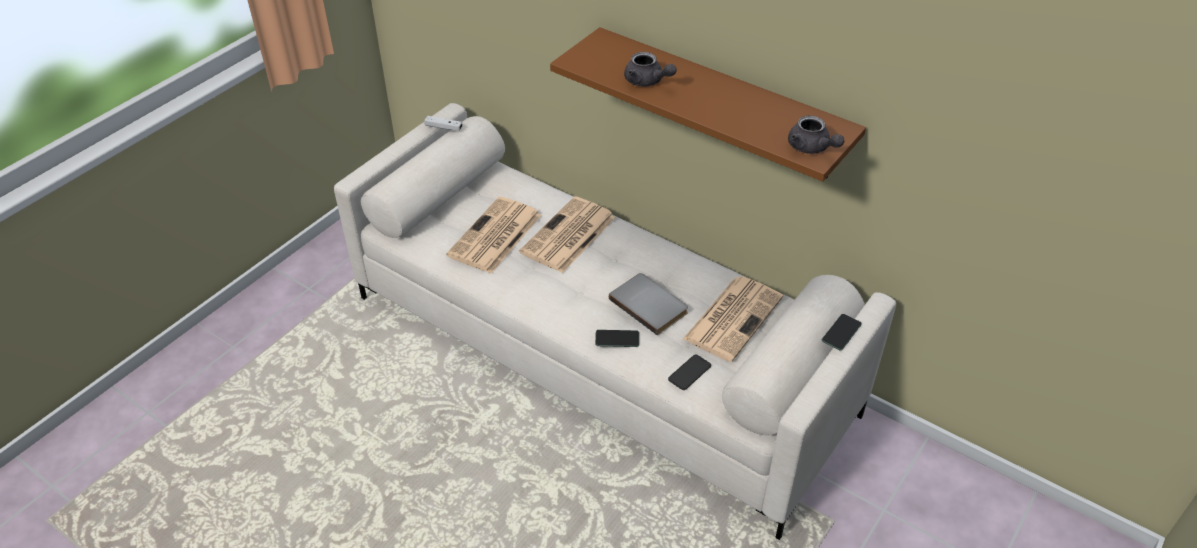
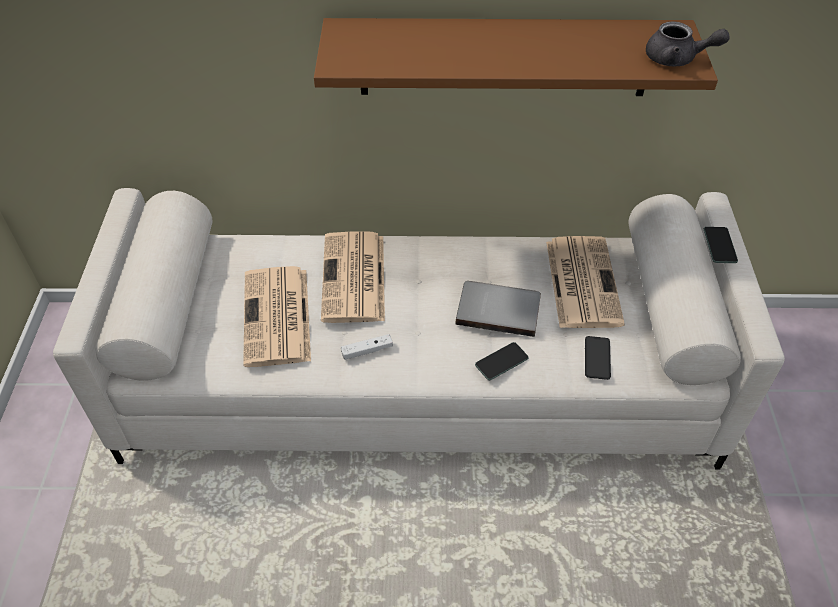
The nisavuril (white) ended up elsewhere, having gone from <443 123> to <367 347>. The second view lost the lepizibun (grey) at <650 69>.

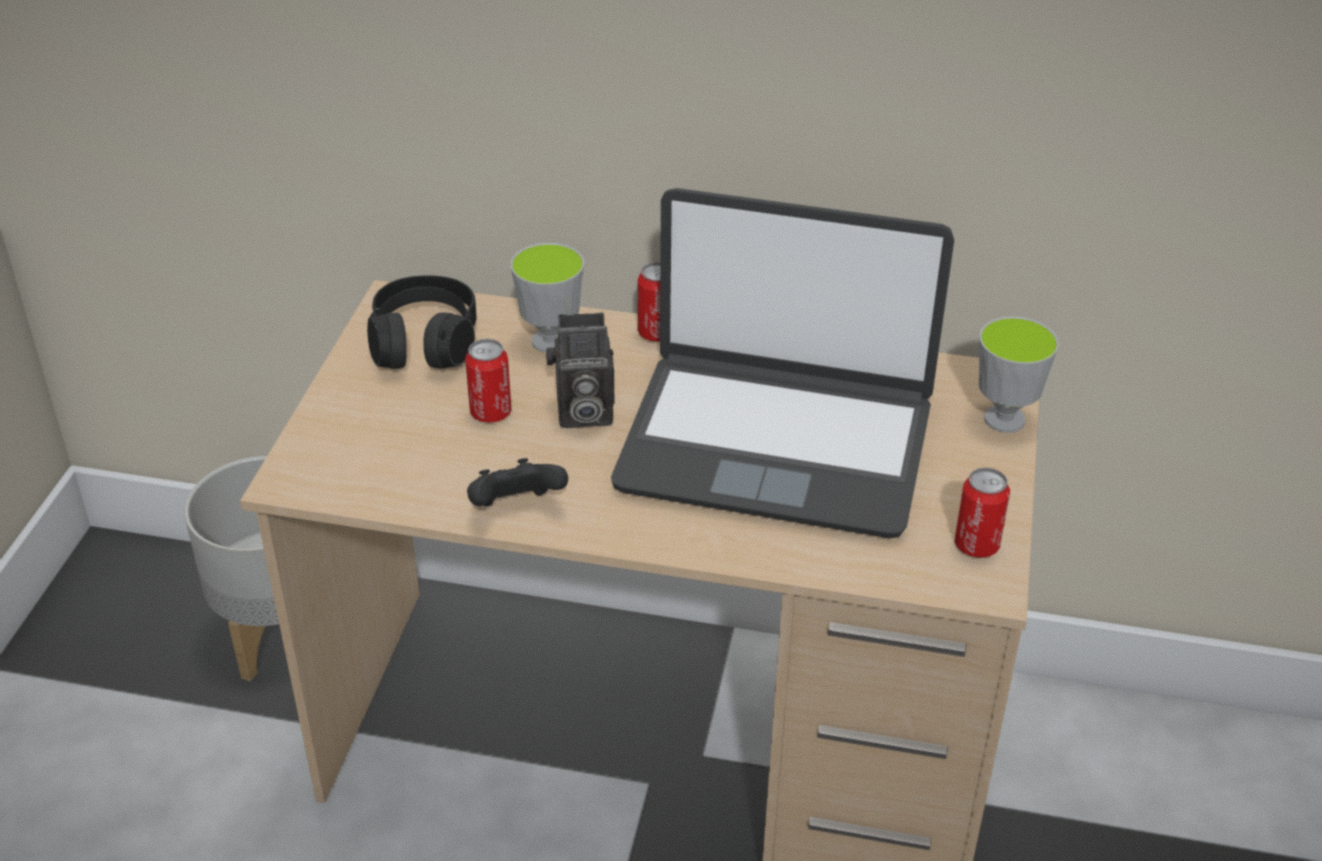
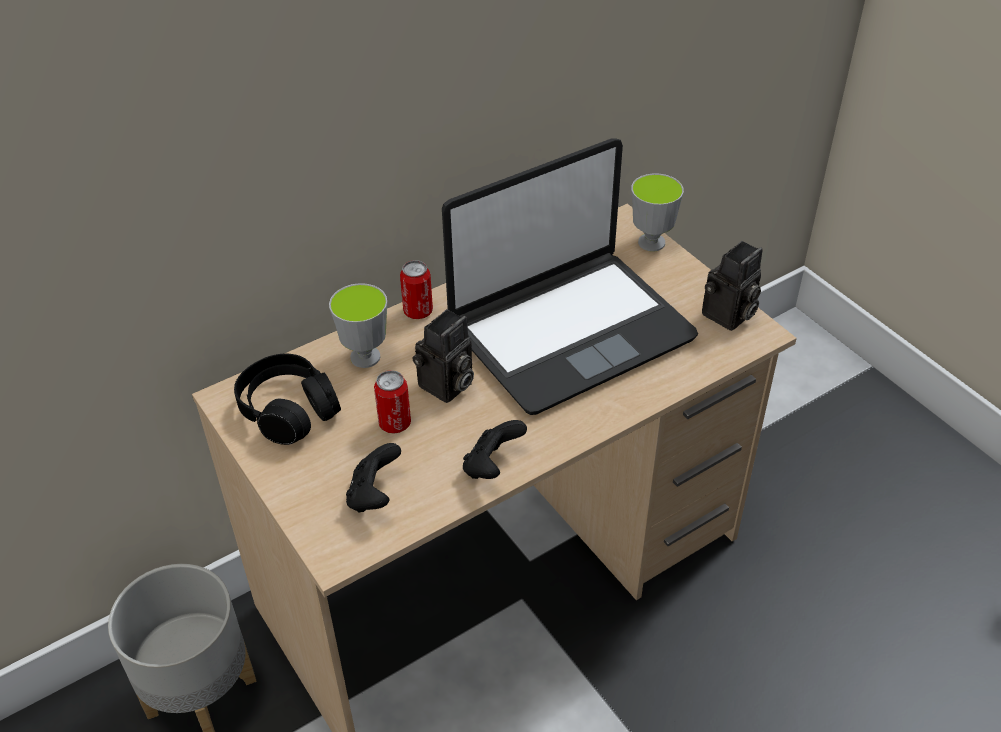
Where the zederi stood at <982 512>, the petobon came to stand at <732 286>. The second view gained the nisavuril (black) at <373 478>.

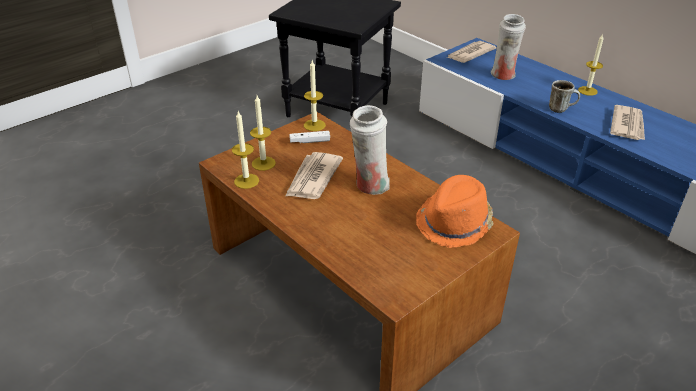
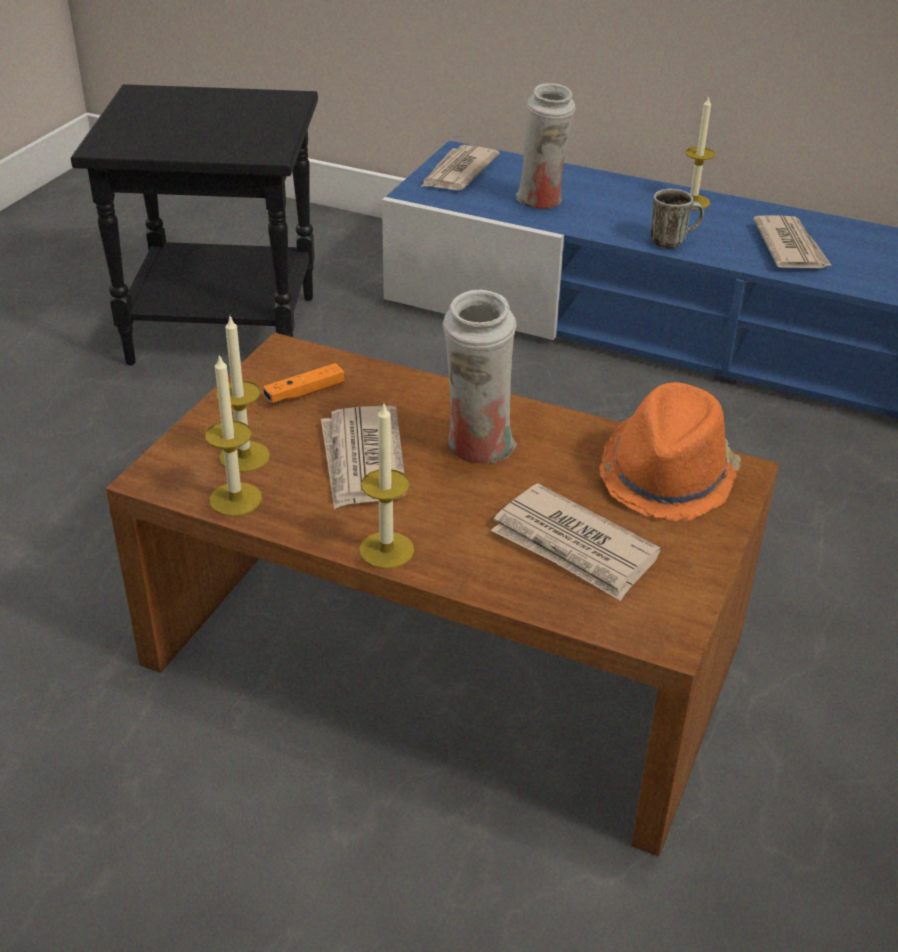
What was the nisavuril (white) at <309 137> turned into the nisavuril (orange) at <303 383>. The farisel ended up elsewhere, having gone from <315 95> to <386 486>. The second view gained the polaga at <576 542>.

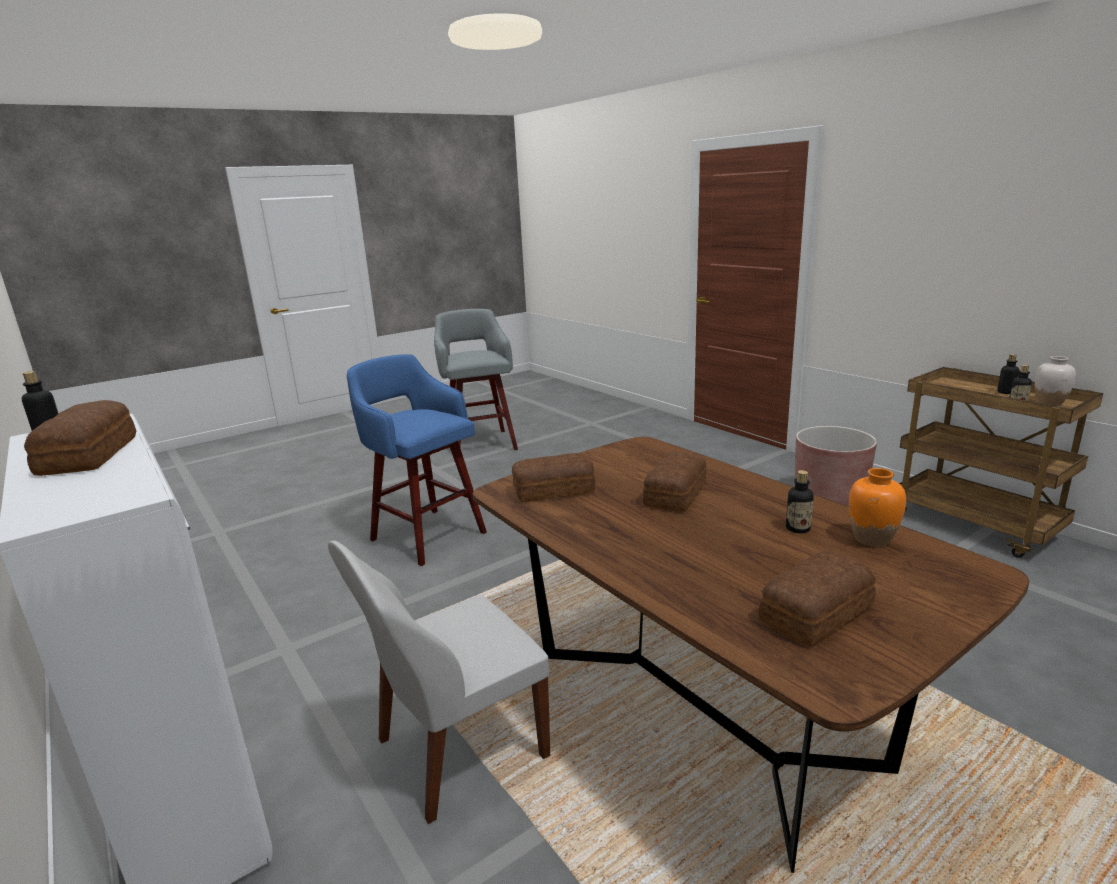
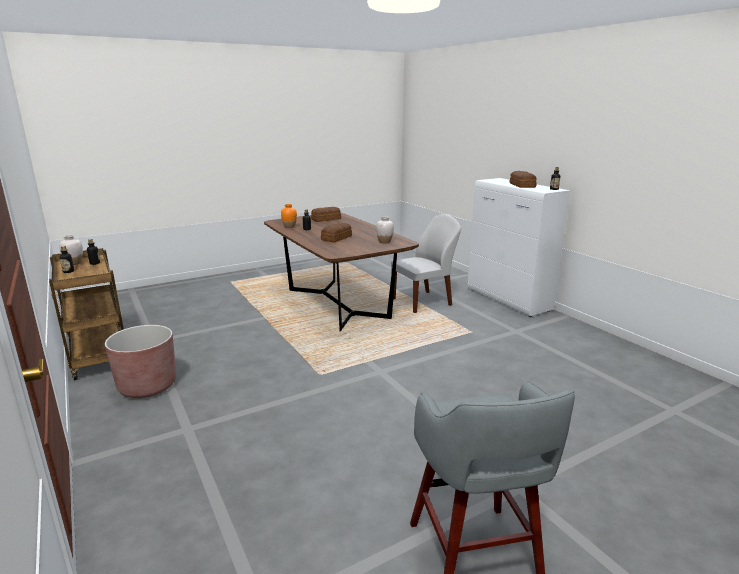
The second view lost the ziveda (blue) at <417 460>. Where the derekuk stood at <554 477>, the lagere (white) came to stand at <385 229>.

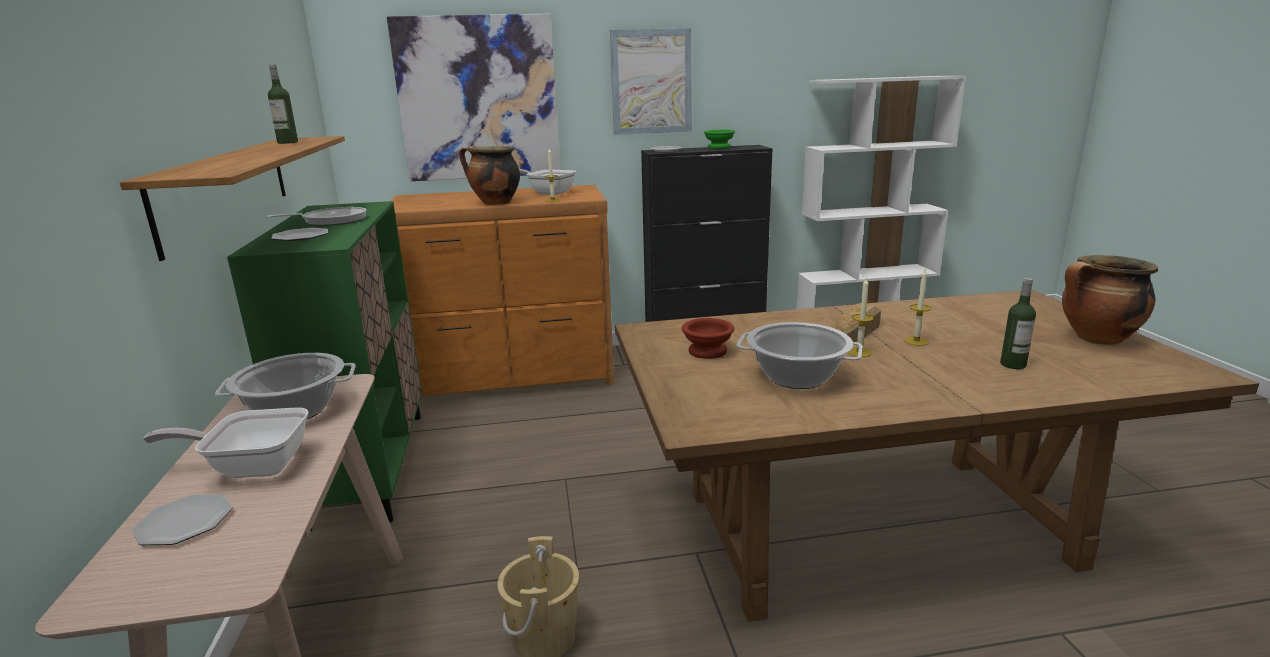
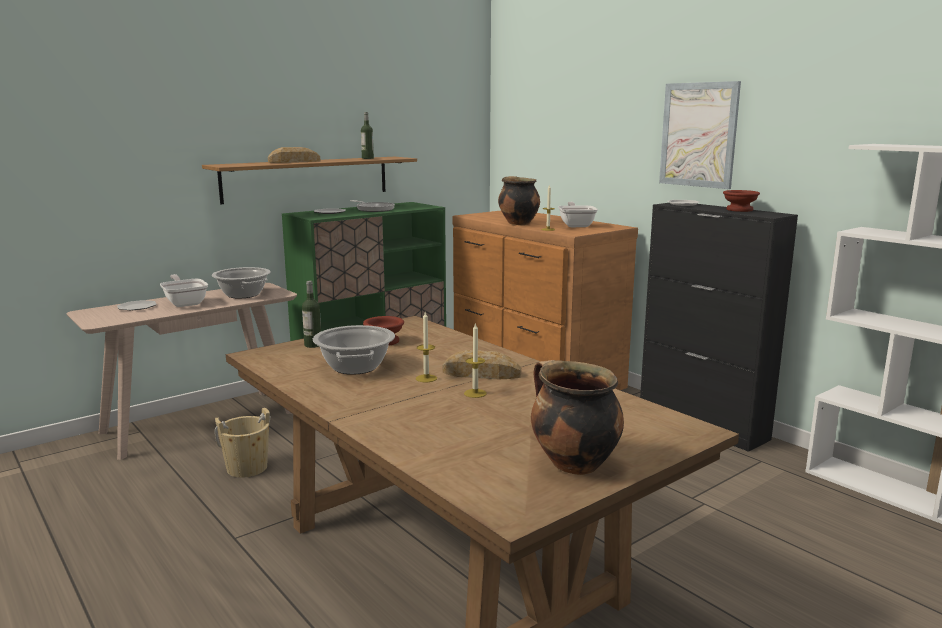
The second view lost the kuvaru at <474 97>. What was the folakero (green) at <719 139> turned into the folakero (brown) at <741 201>. The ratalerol ended up elsewhere, having gone from <1018 323> to <311 314>. The second view gained the derekuk at <294 155>.

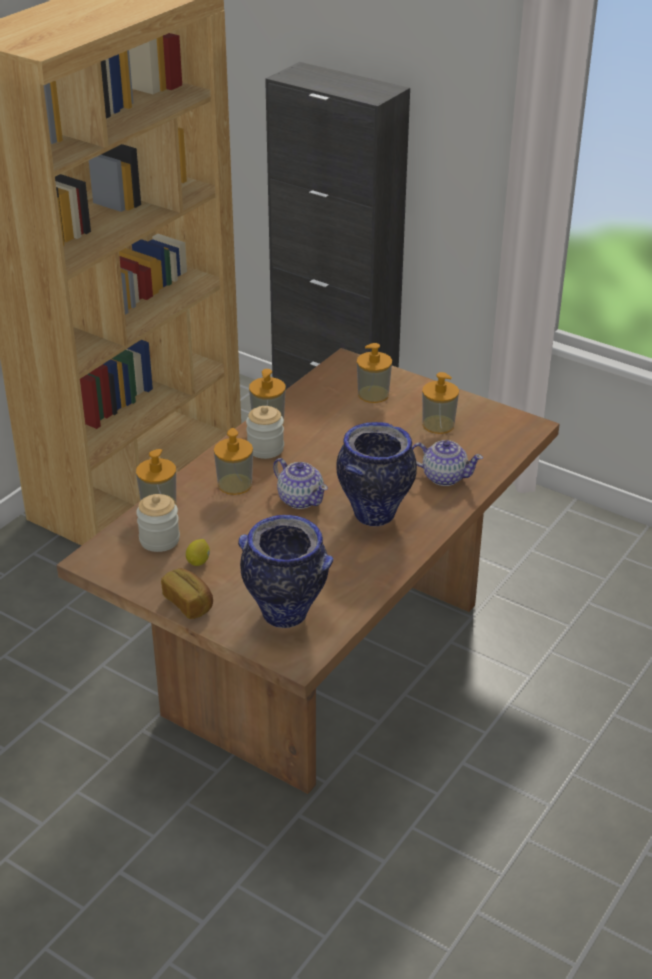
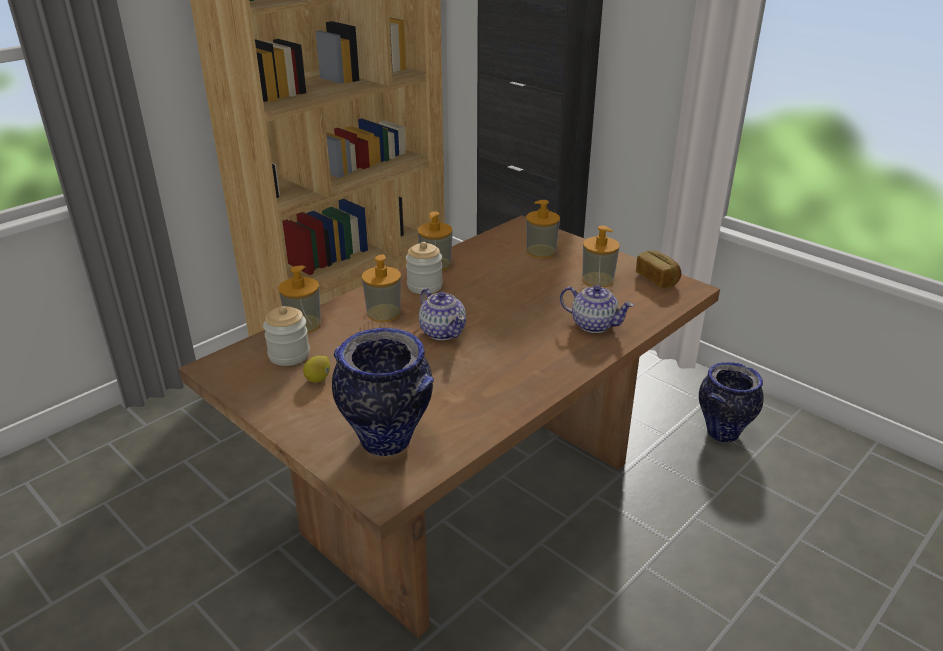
The derekuk ended up elsewhere, having gone from <187 593> to <658 269>. The lagere ended up elsewhere, having gone from <376 474> to <731 402>.

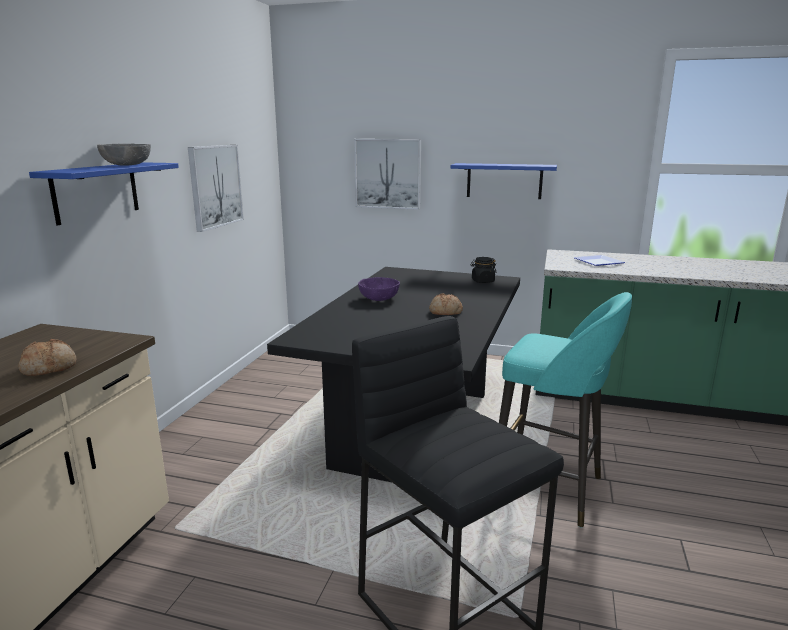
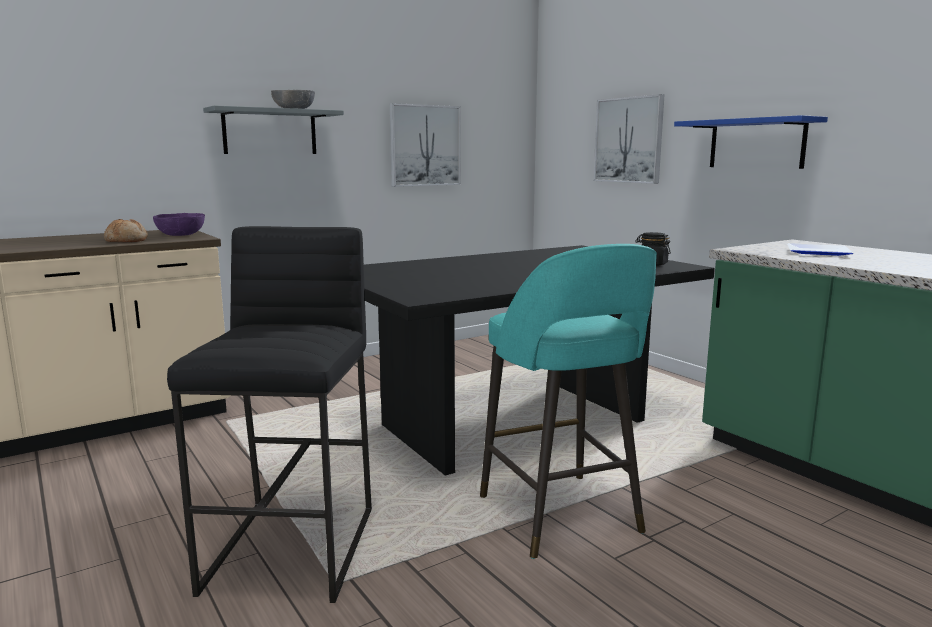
What was the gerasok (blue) at <104 194> turned into the gerasok (grey) at <273 129>. The folakero (purple) ended up elsewhere, having gone from <379 289> to <179 224>. The second view lost the derekuk at <446 304>.

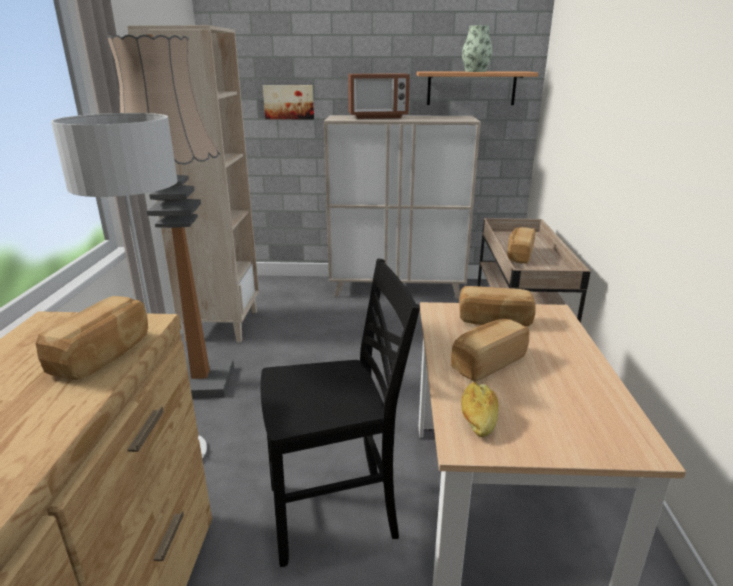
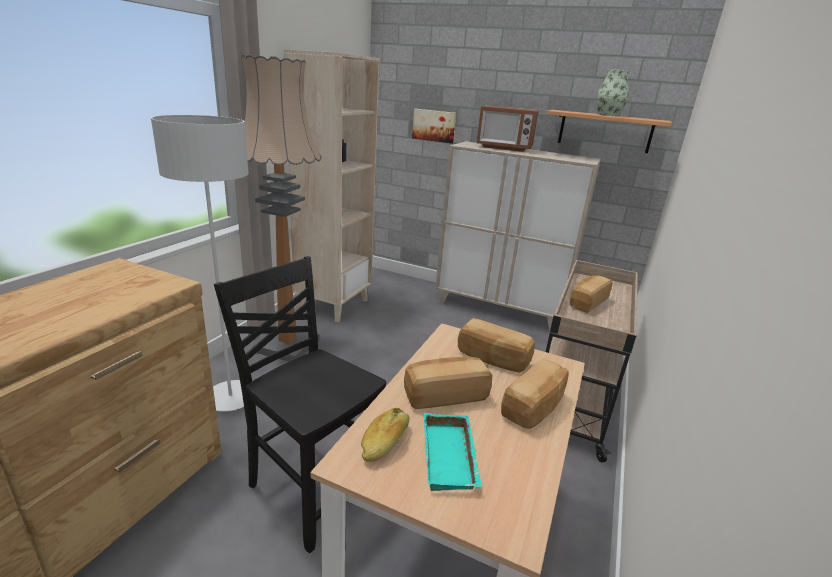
The derekuk ended up elsewhere, having gone from <92 338> to <535 393>. The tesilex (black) at <340 413> ended up facing another way, 150 degrees counterclockwise from before. The second view gained the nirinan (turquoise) at <453 452>.

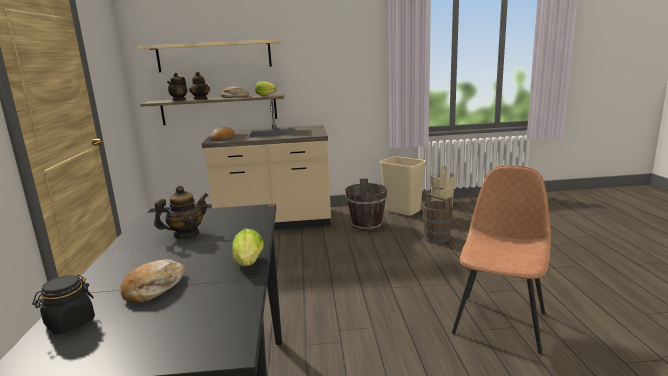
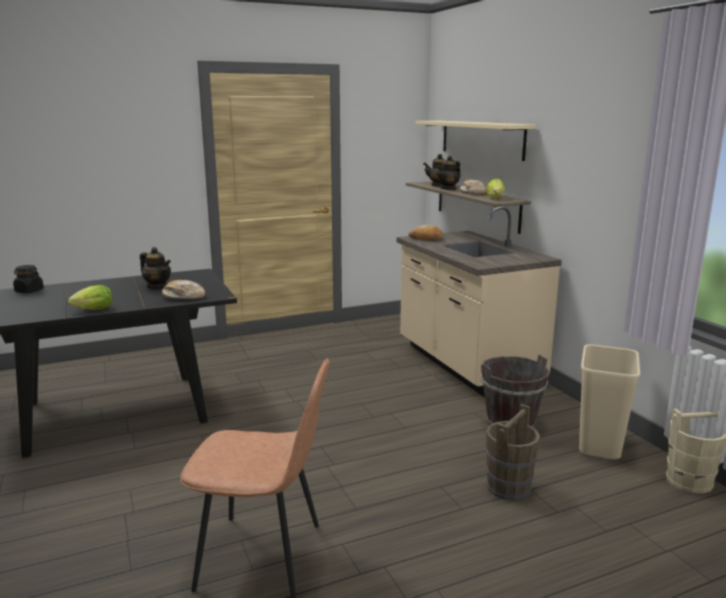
The derekuk ended up elsewhere, having gone from <153 281> to <183 289>.

